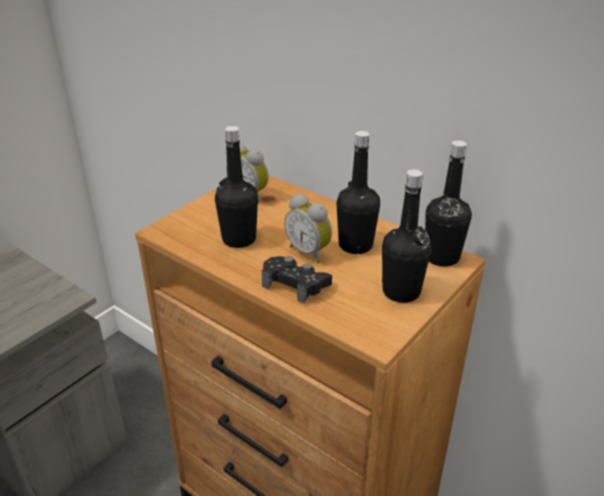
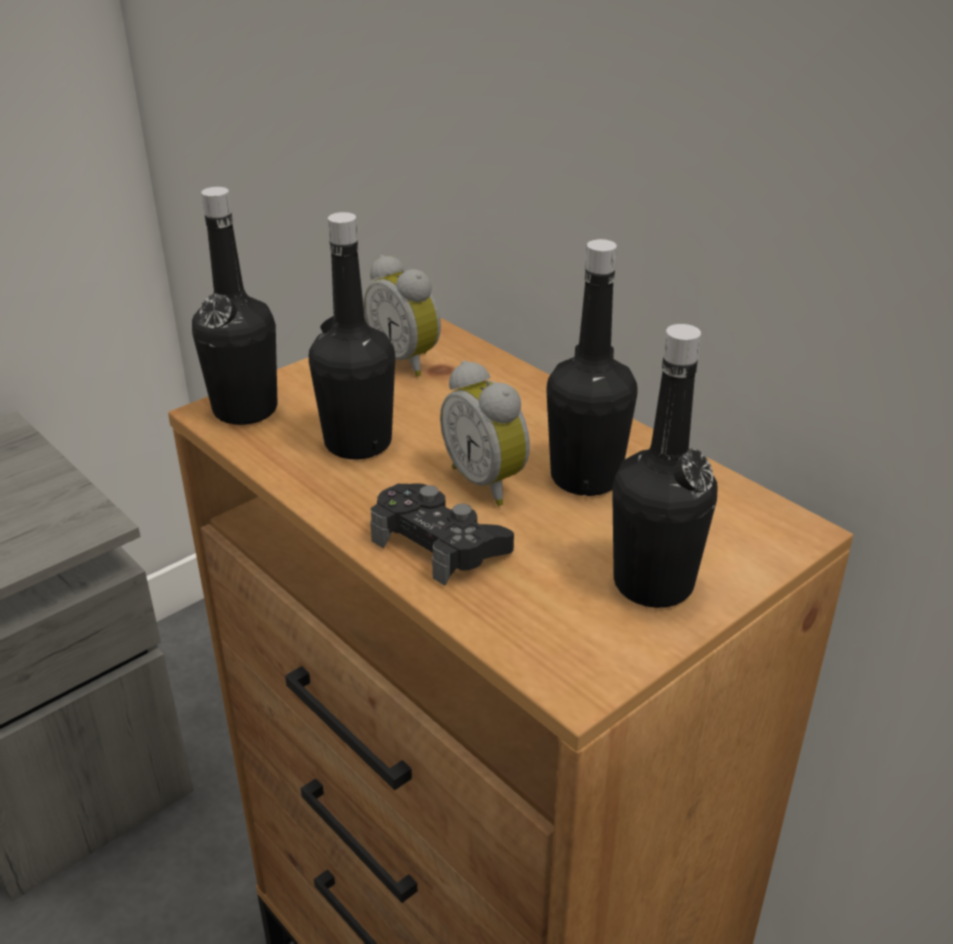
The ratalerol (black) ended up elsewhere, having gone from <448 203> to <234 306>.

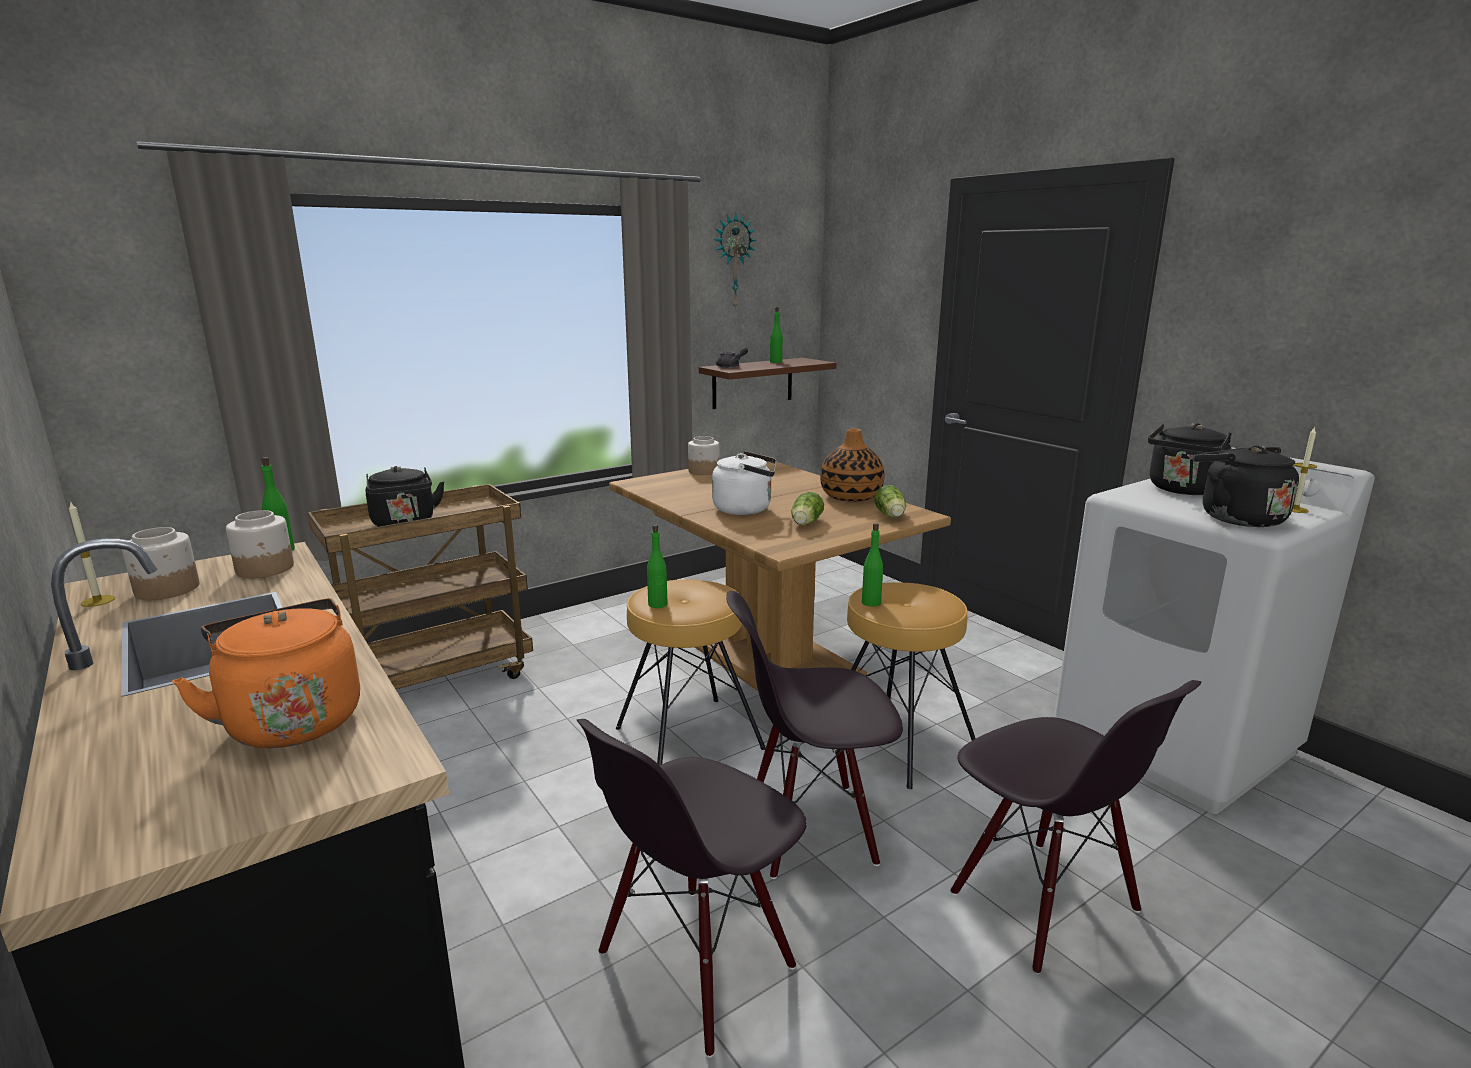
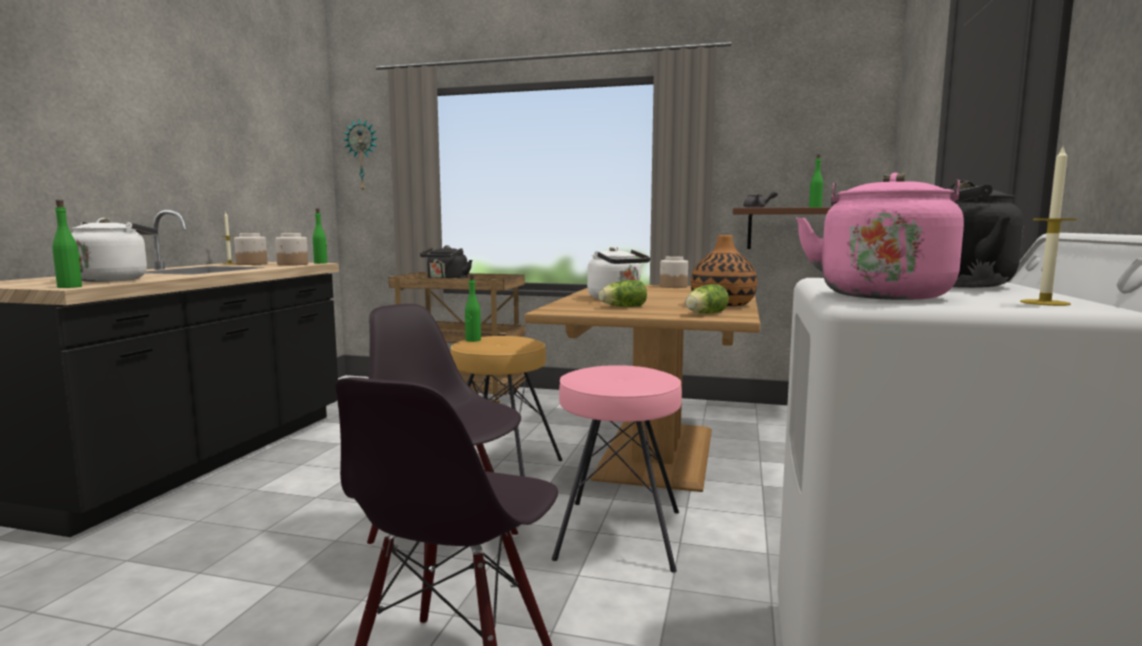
What was the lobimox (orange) at <266 673> turned into the lobimox (white) at <114 250>. The second view lost the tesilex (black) at <691 888>. The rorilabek ended up elsewhere, having gone from <735 261> to <360 154>. What was the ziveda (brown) at <911 685> turned into the ziveda (pink) at <617 469>. The ratalerol (green) ended up elsewhere, having gone from <872 565> to <67 244>. What was the lobimox (black) at <1246 486> turned into the lobimox (pink) at <880 236>.

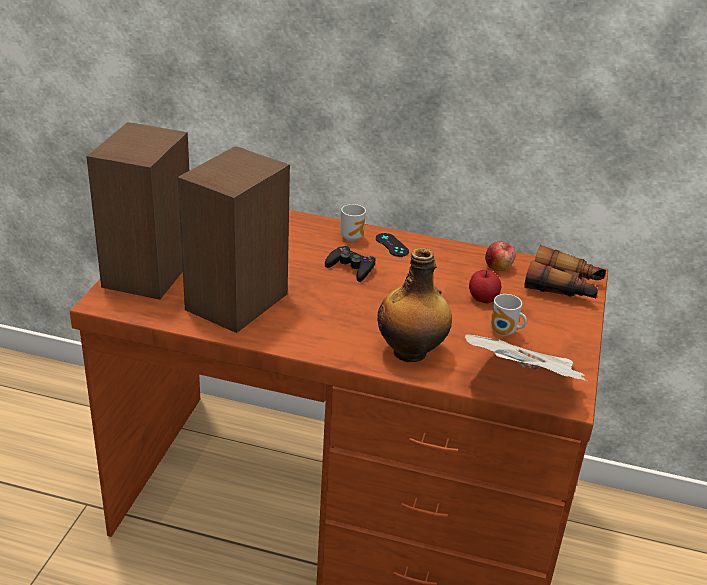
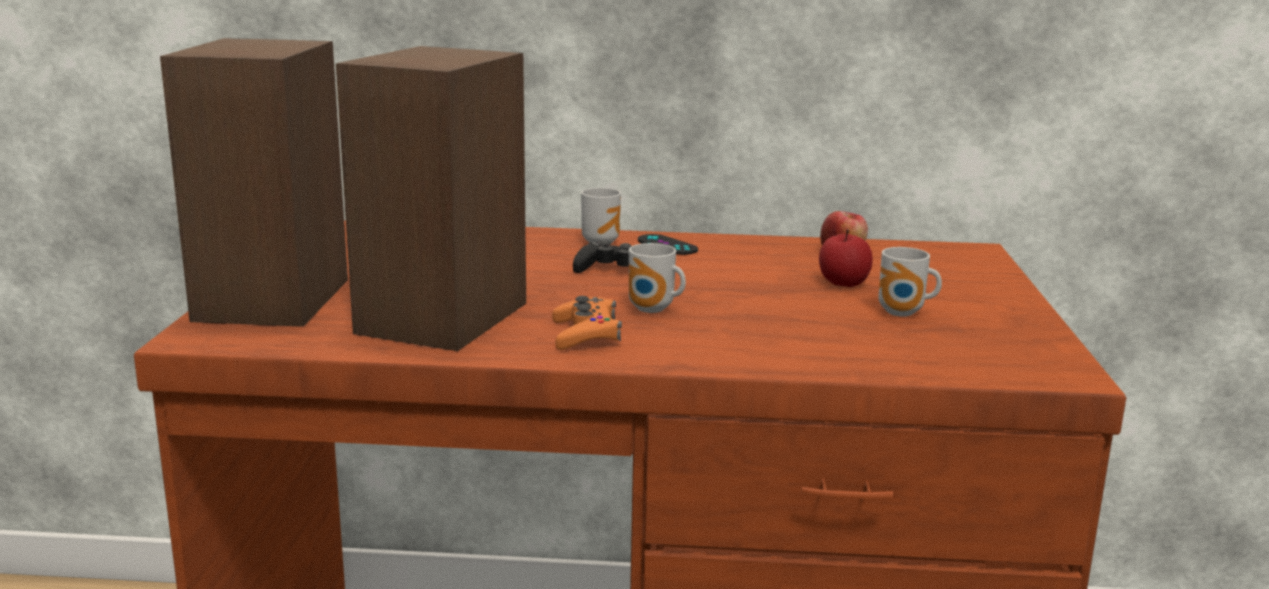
The second view lost the ratalerol at <414 305>. The second view lost the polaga at <526 357>. The second view lost the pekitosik at <565 271>. The second view gained the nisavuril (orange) at <587 323>. The second view gained the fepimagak at <657 278>.

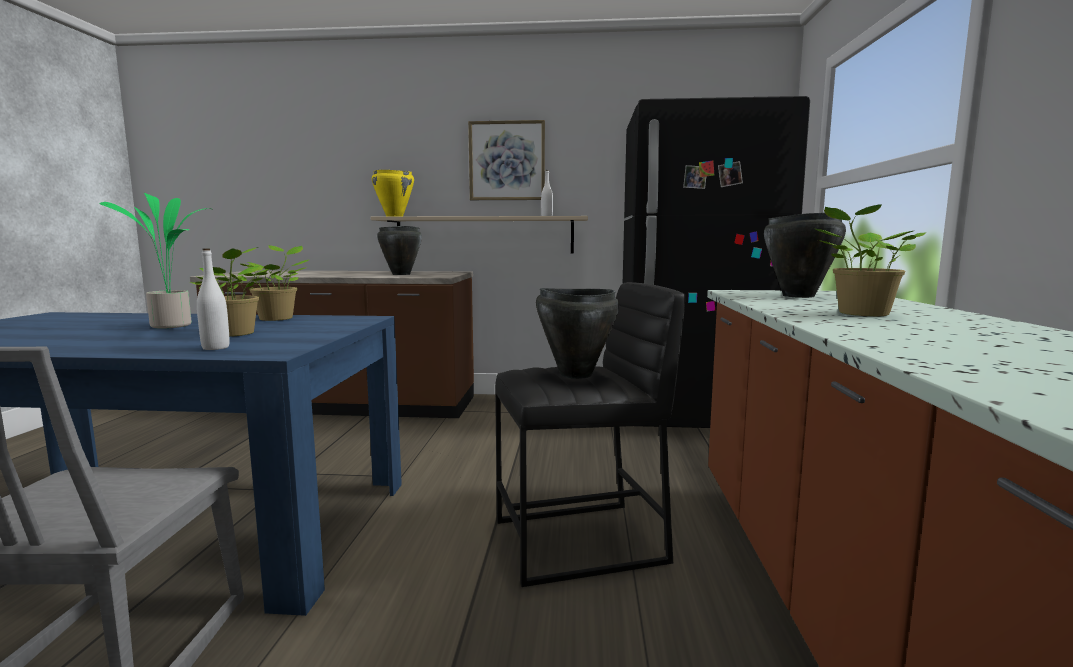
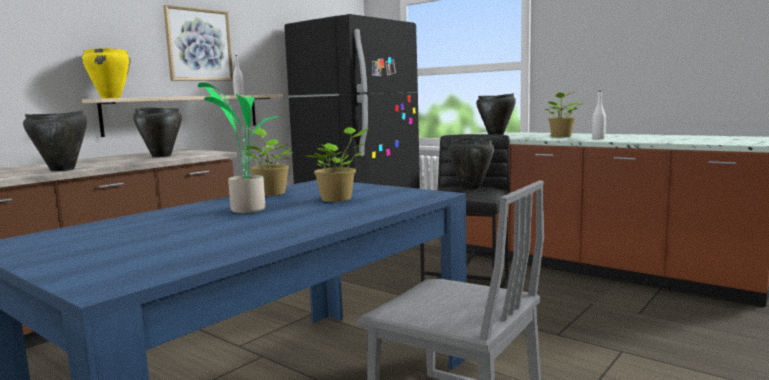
The ratalerol (white) ended up elsewhere, having gone from <213 299> to <599 115>. The second view gained the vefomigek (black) at <55 140>.

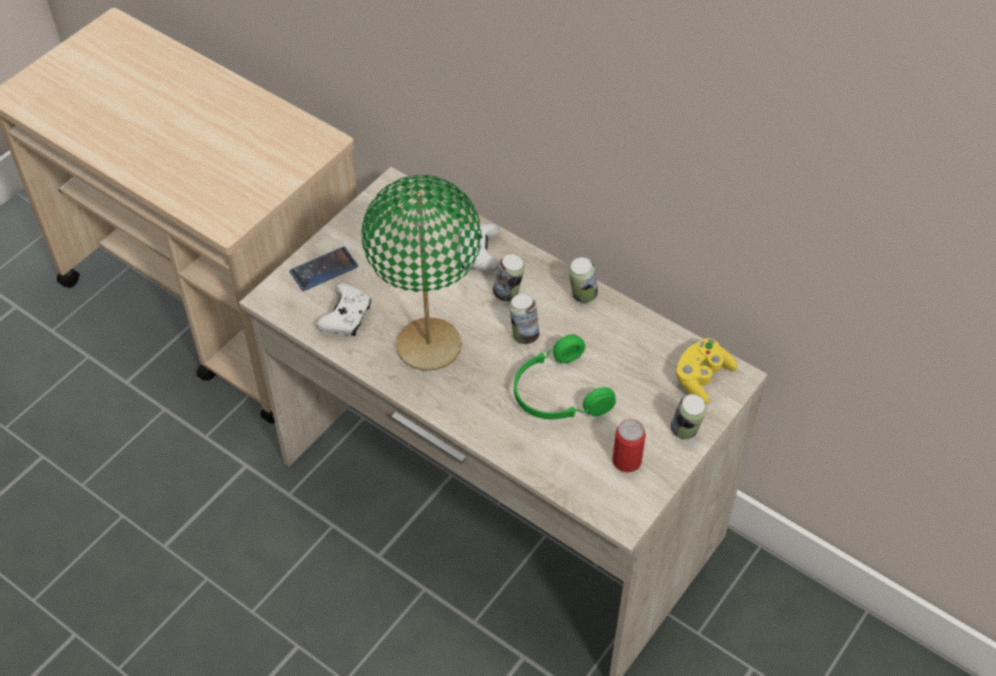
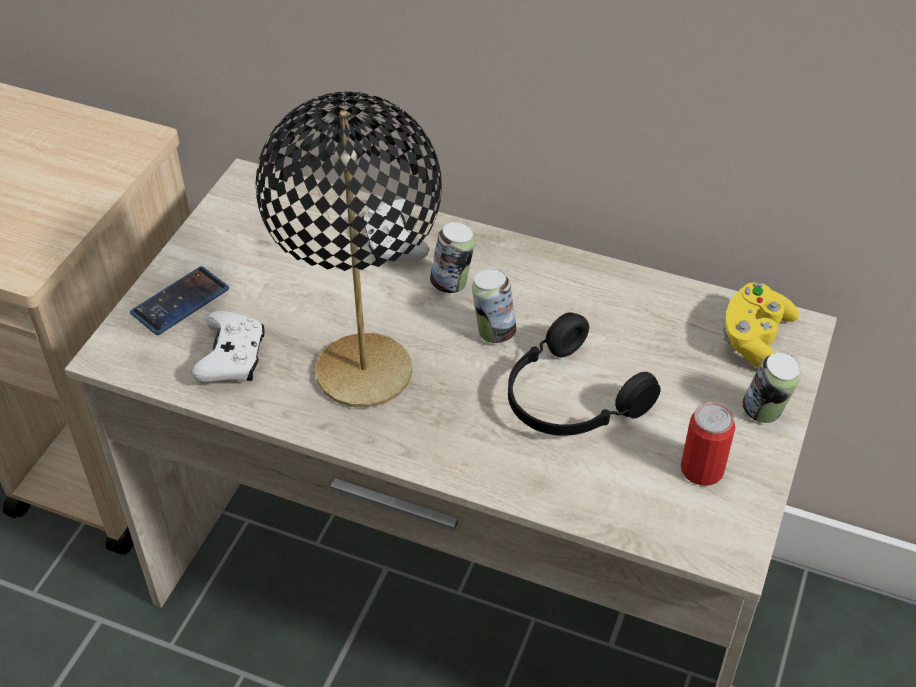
What was the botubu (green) at <421 273> turned into the botubu (black) at <349 249>. What was the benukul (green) at <565 376> turned into the benukul (black) at <584 374>. The second view lost the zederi at <583 280>.

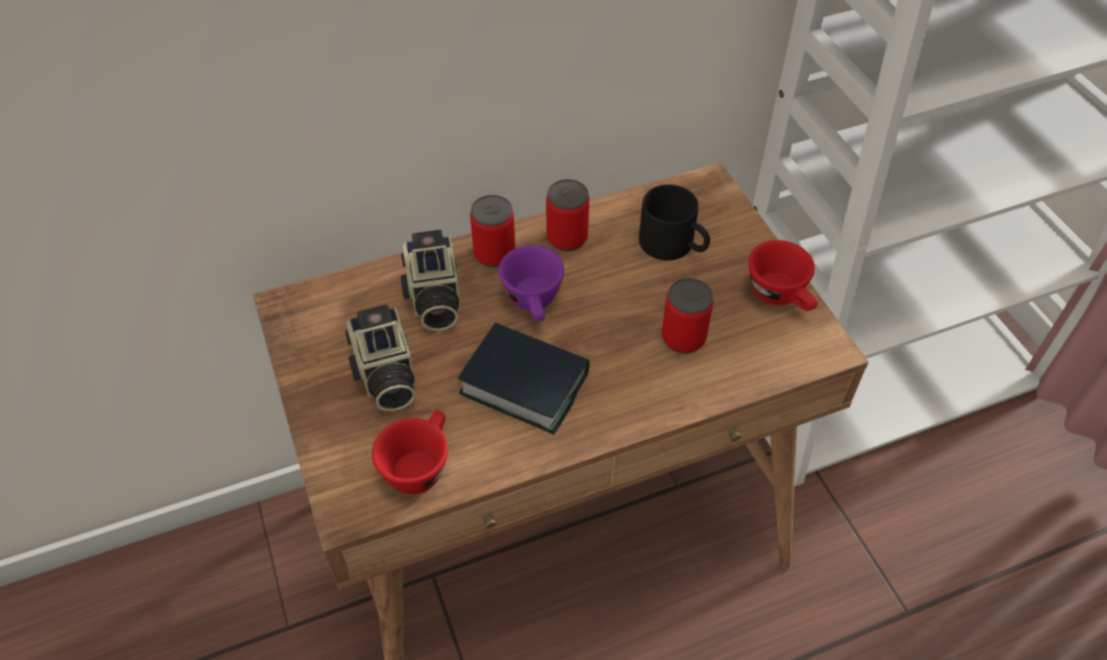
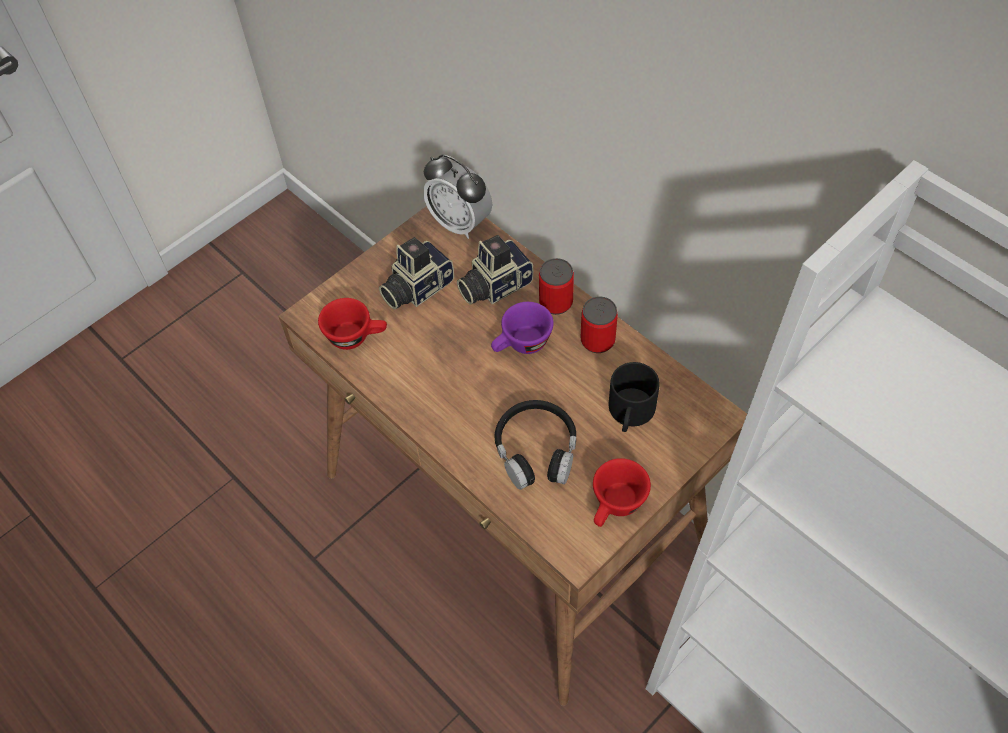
The second view lost the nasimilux at <524 379>. Where the zederi stood at <687 316>, the benukul (black) came to stand at <535 445>. The second view gained the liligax at <457 196>.

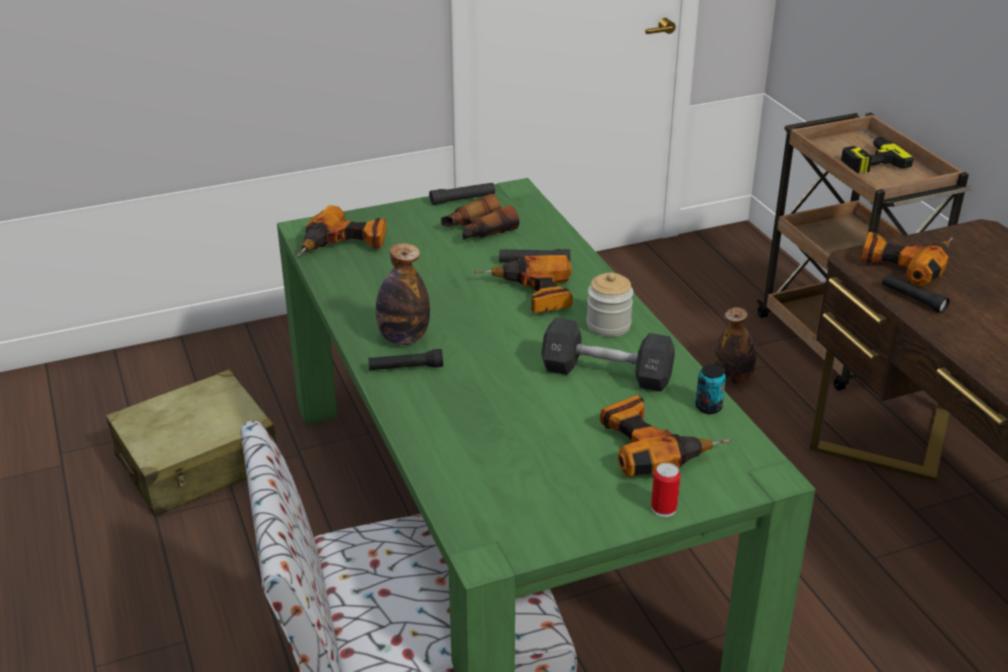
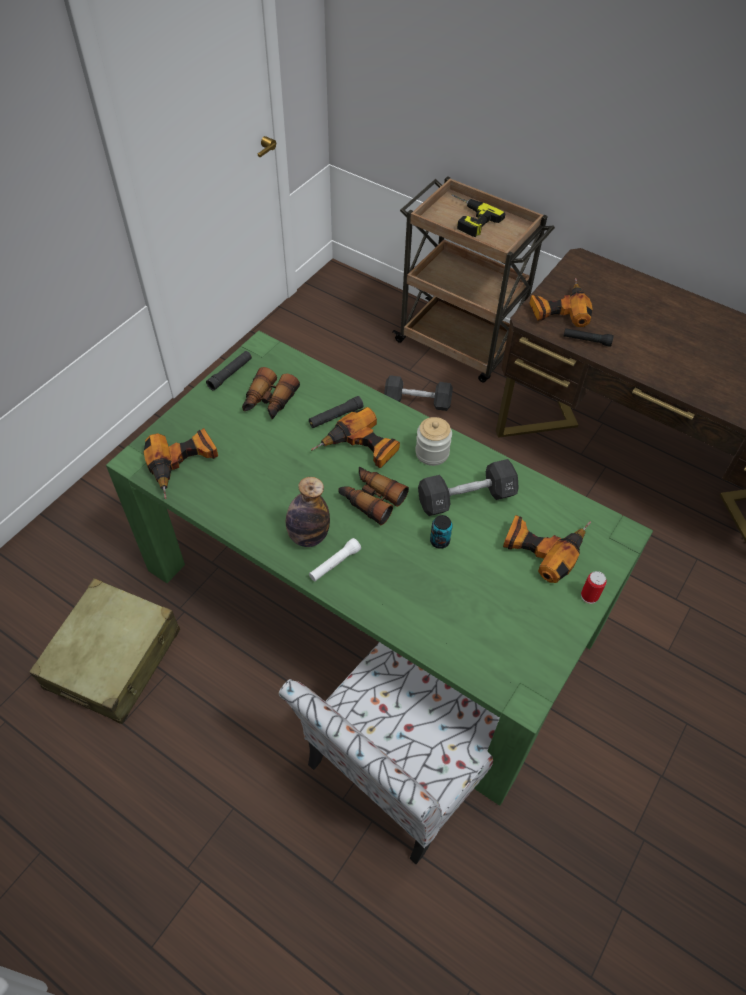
What was the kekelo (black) at <405 360> turned into the kekelo (white) at <335 560>. The zederi ended up elsewhere, having gone from <710 389> to <441 532>. Where the ratalerol stood at <735 345>, the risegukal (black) came to stand at <418 393>. The second view gained the pekitosik at <373 496>.

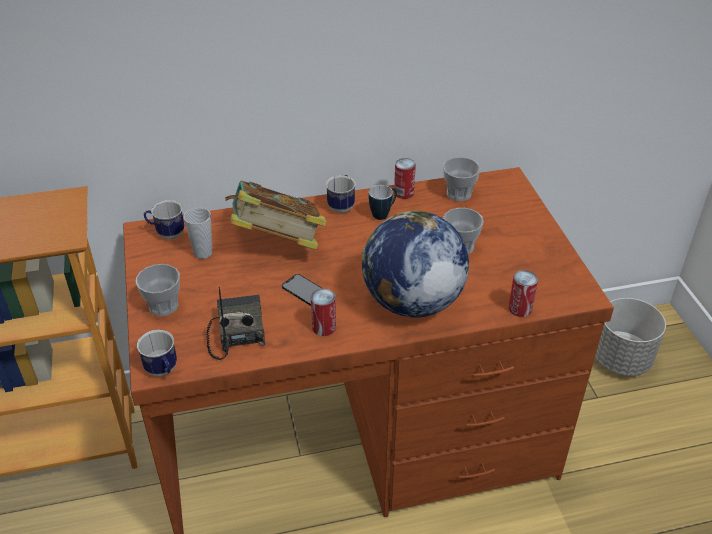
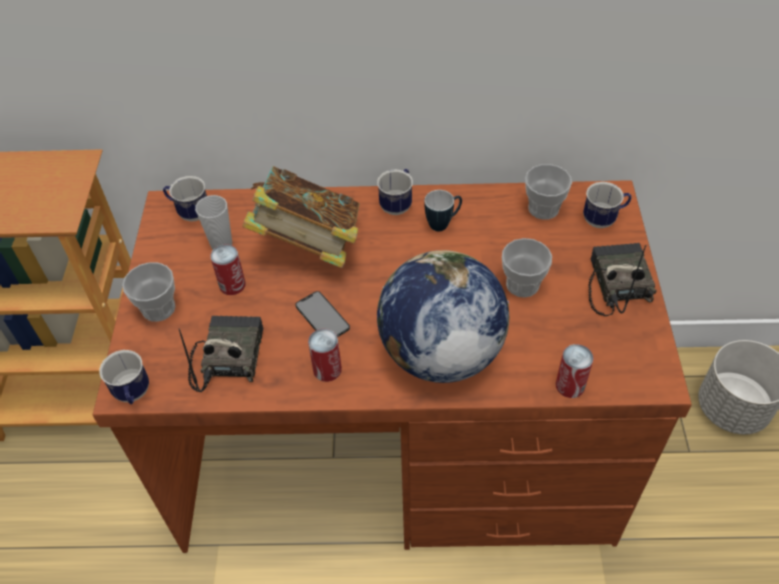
The zederi ended up elsewhere, having gone from <405 178> to <228 269>. The second view gained the fepimagak at <607 205>. The second view gained the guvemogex at <622 279>.

